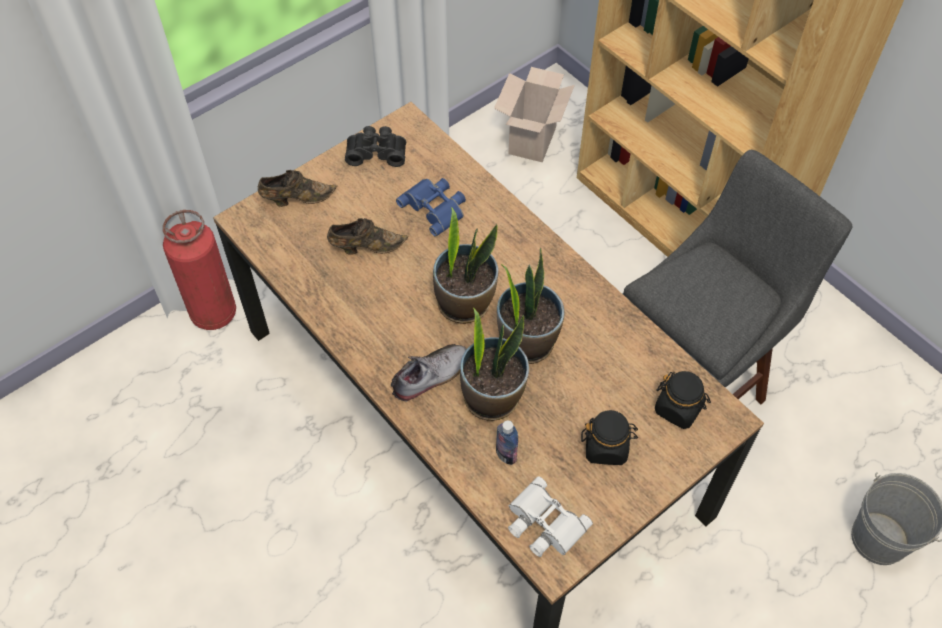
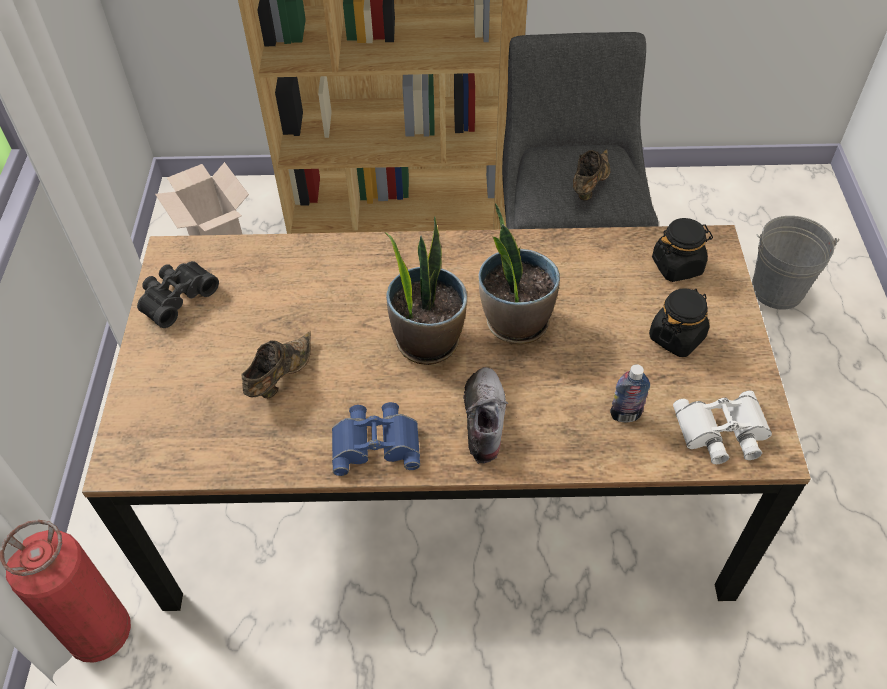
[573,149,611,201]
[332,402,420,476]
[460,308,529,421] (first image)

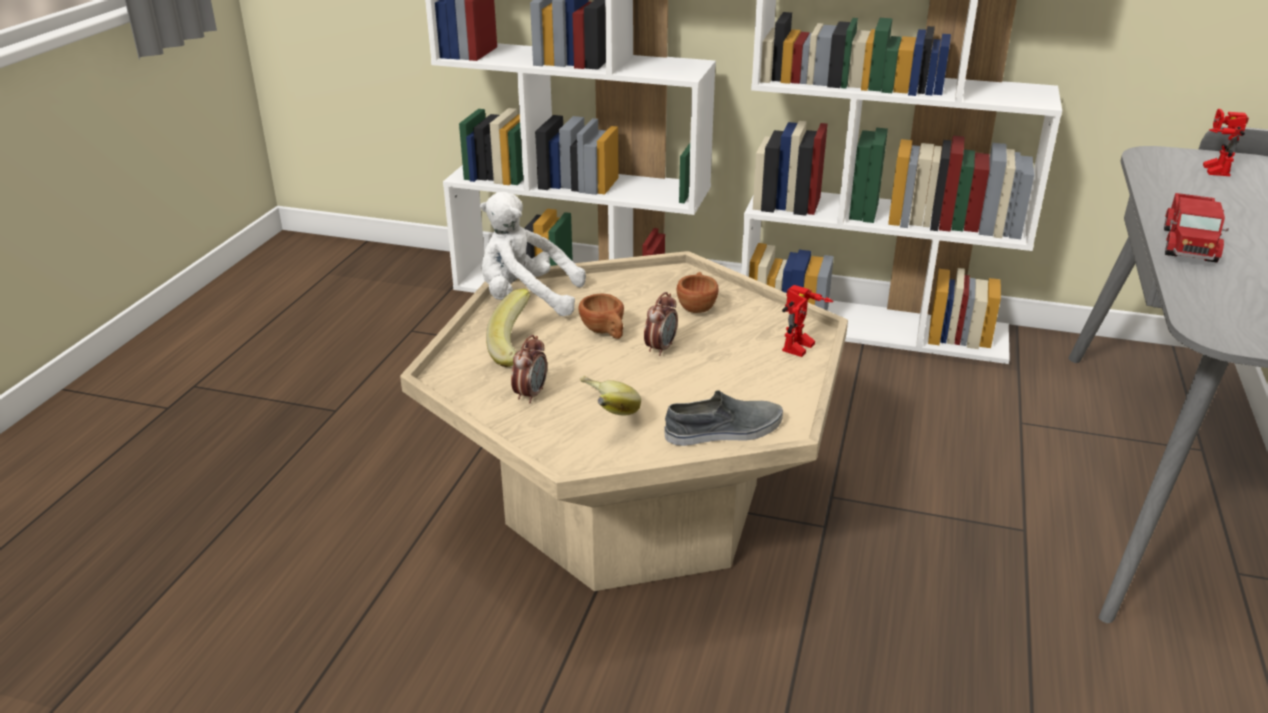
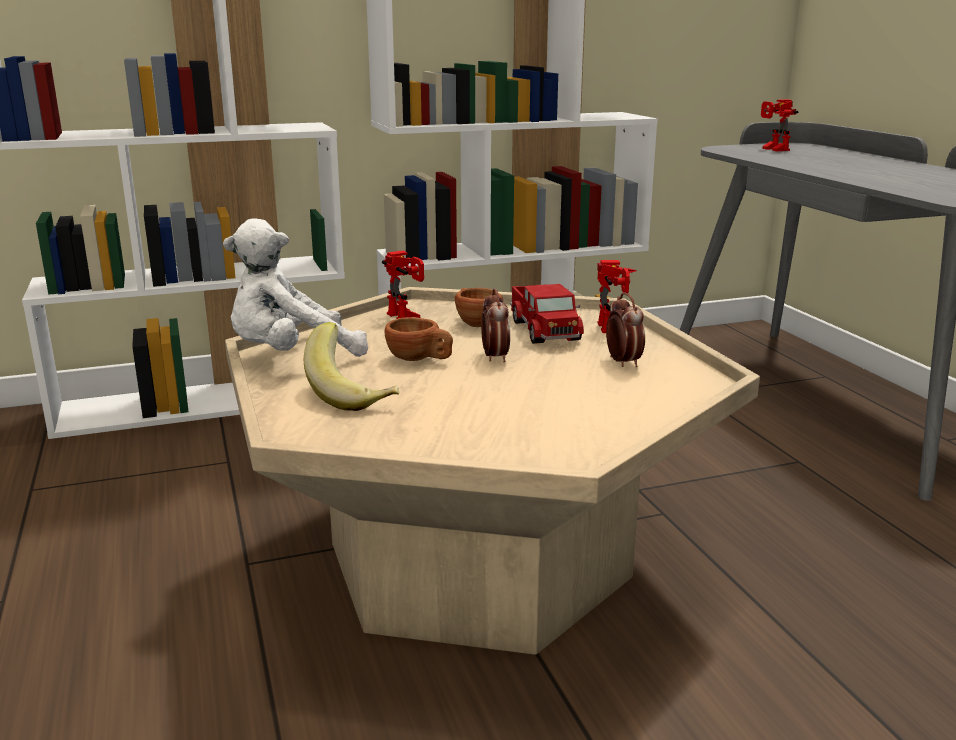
[510,284,584,344]
[606,293,645,367]
[580,376,641,415] (first image)
[665,390,783,446] (first image)
[382,250,424,319]

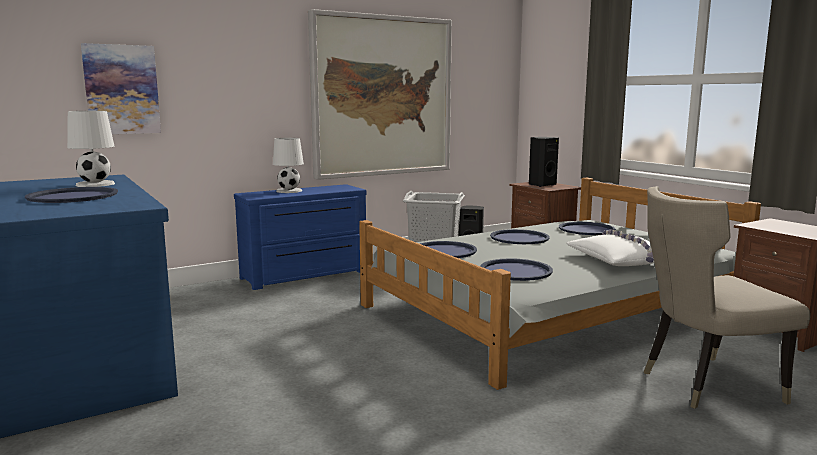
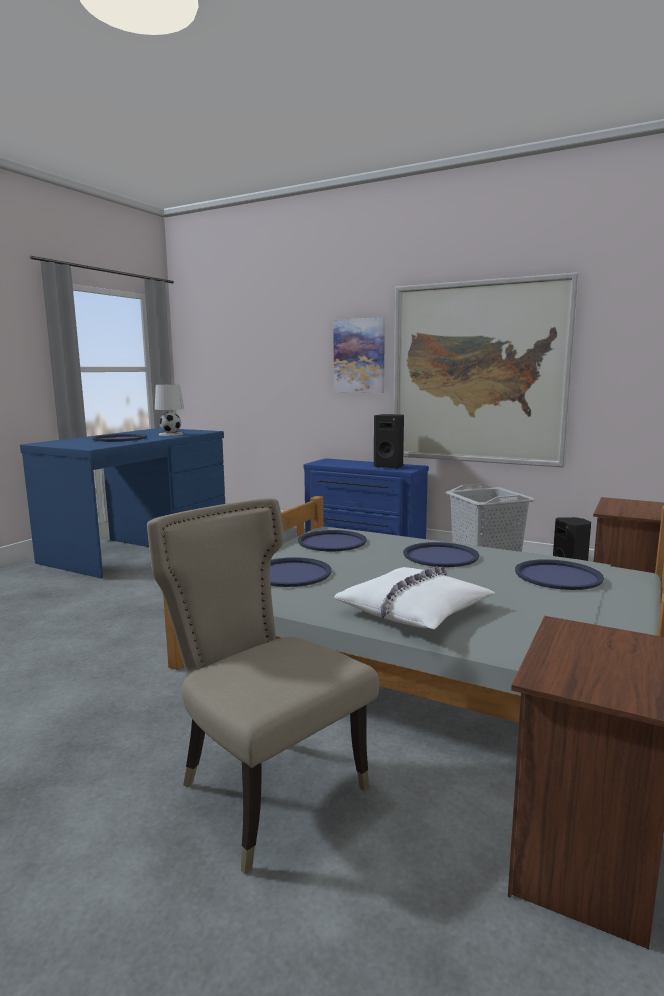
[333,317,385,393]
[374,414,404,469]
[273,138,304,193] (first image)

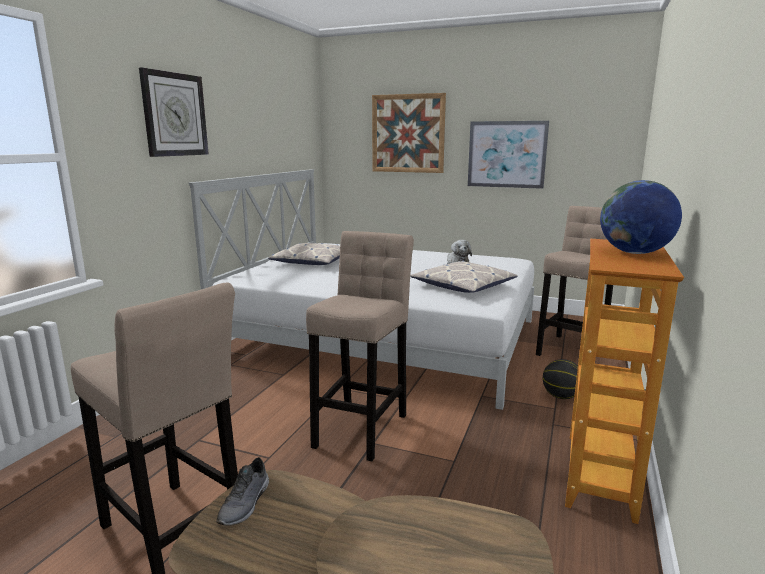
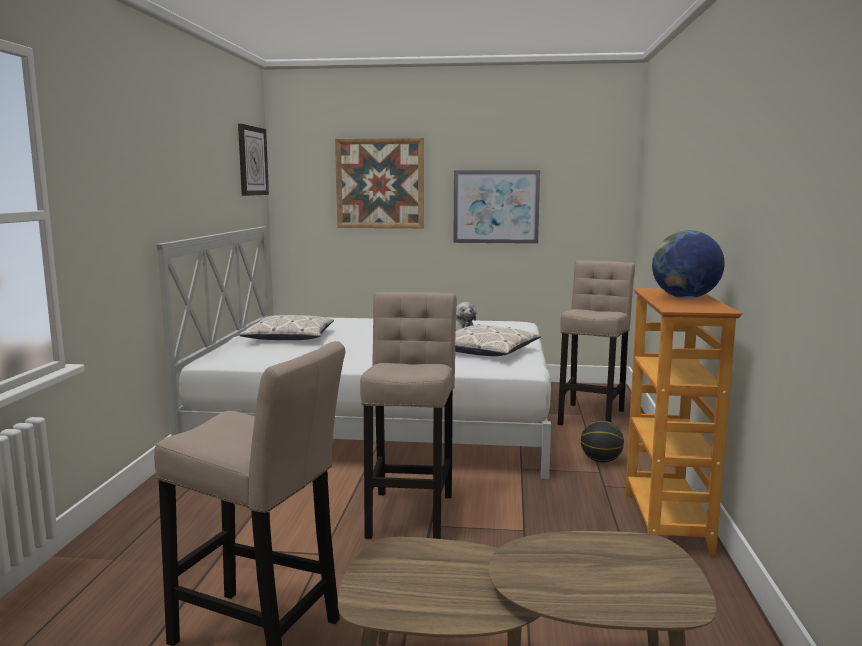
[238,124,269,196]
[216,457,269,526] (first image)

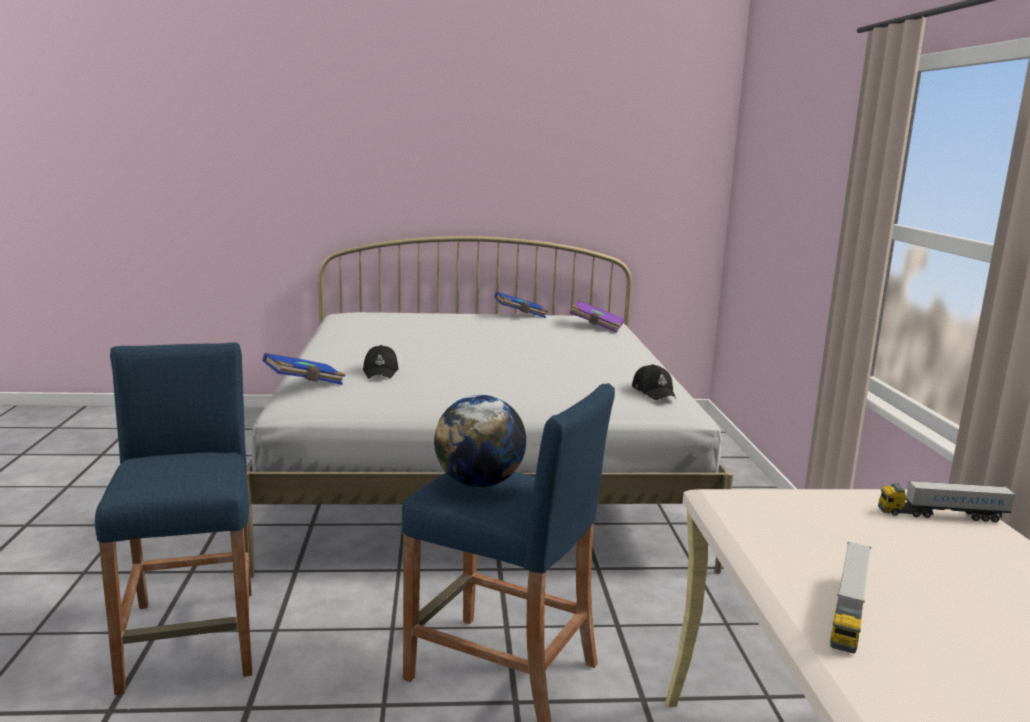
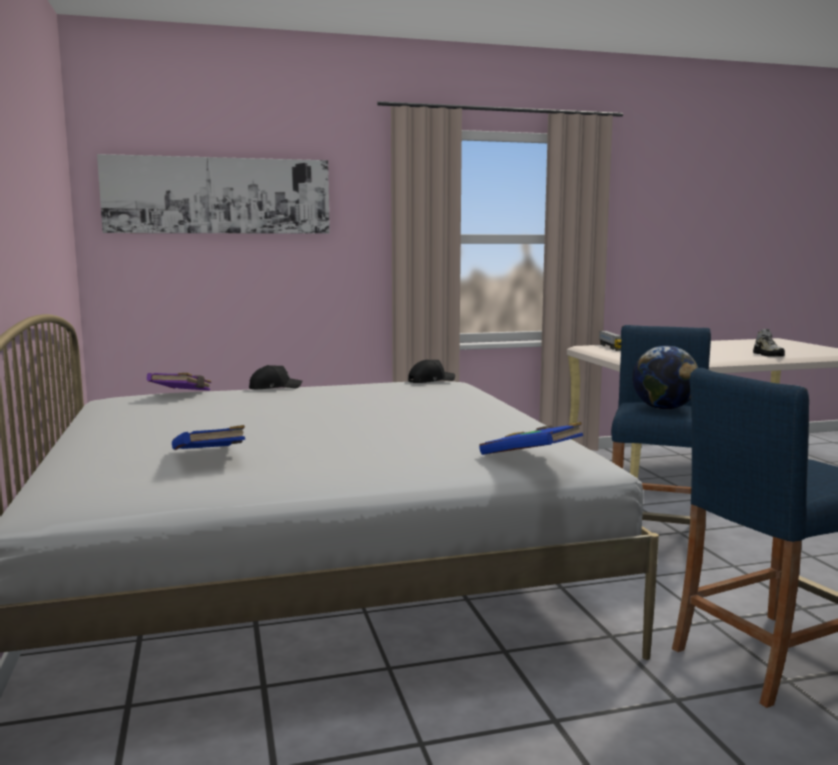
[172,425,245,450]
[249,365,302,389]
[830,541,872,654] (first image)
[97,154,330,234]
[753,329,785,357]

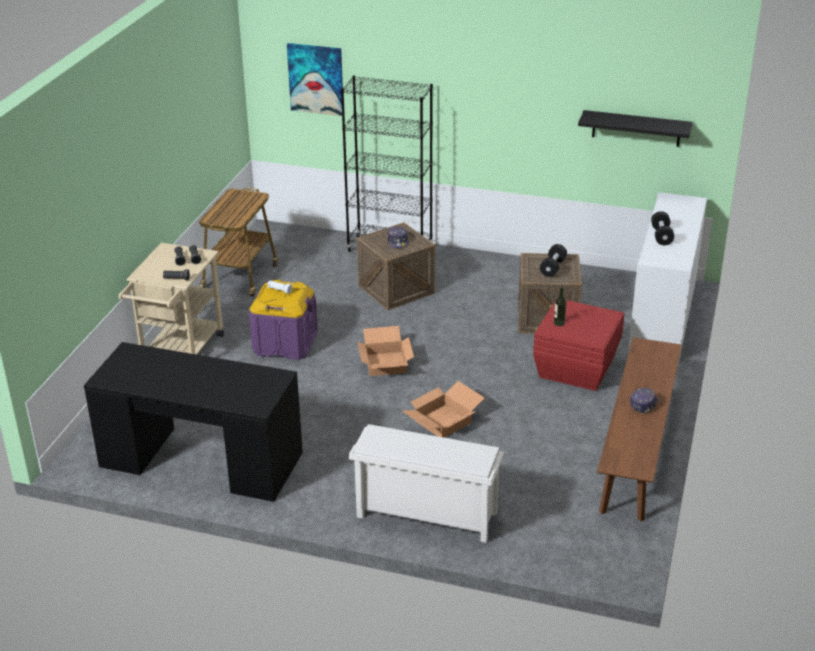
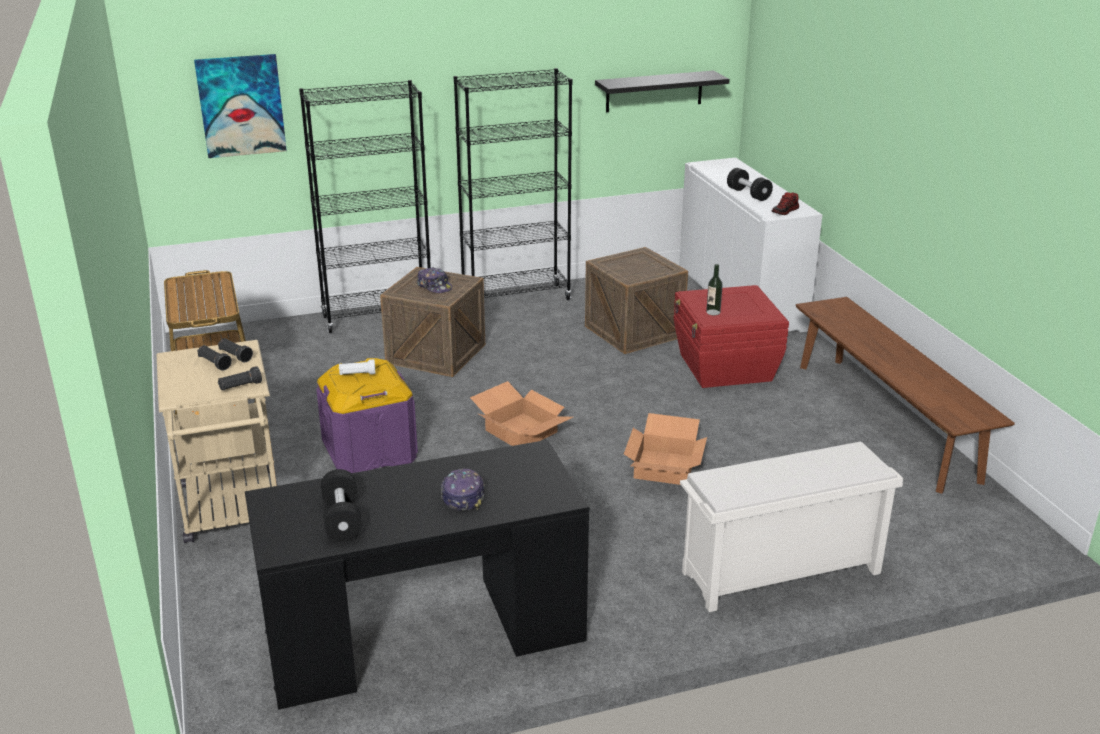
[321,469,362,541]
[441,468,485,511]
[454,68,572,300]
[772,192,799,215]

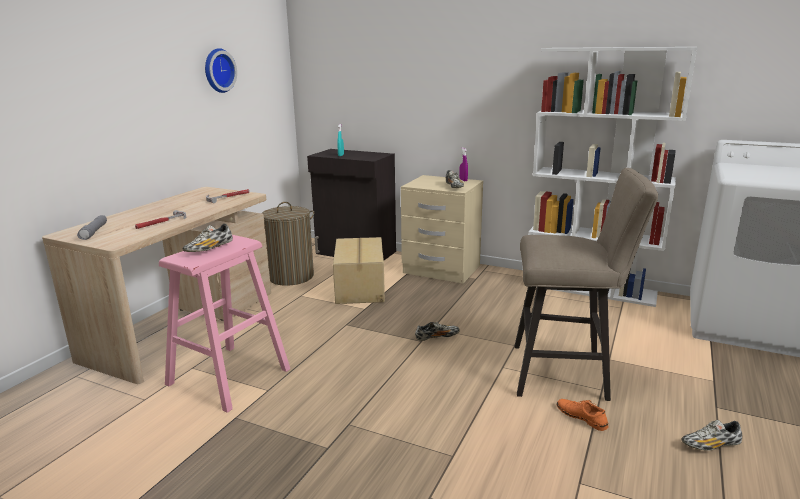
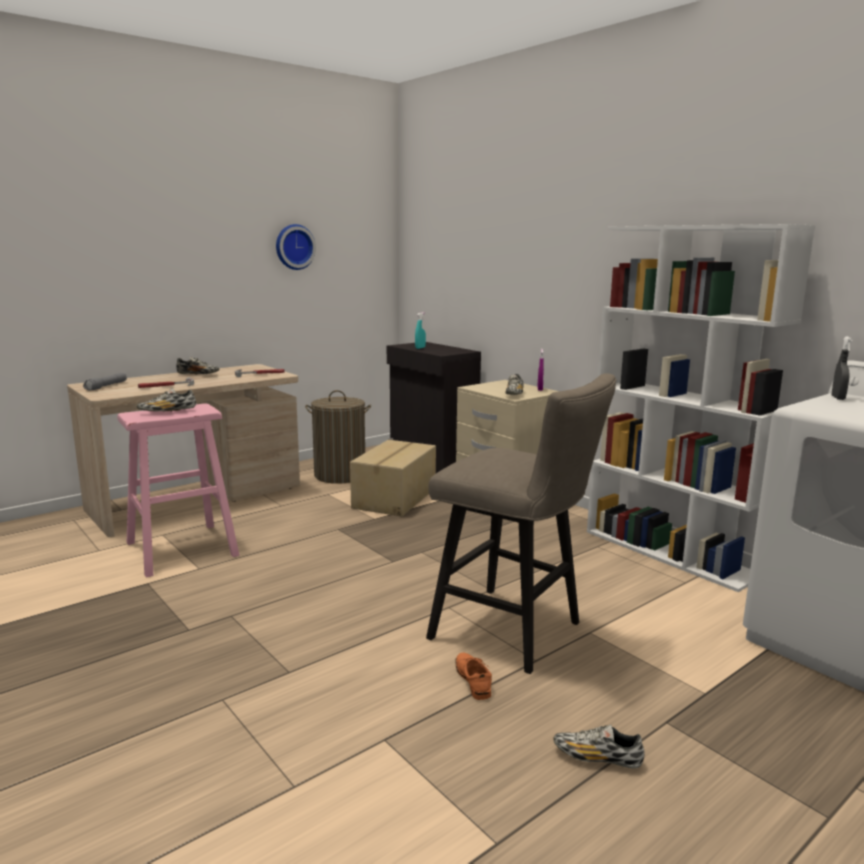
[176,357,219,375]
[832,337,853,400]

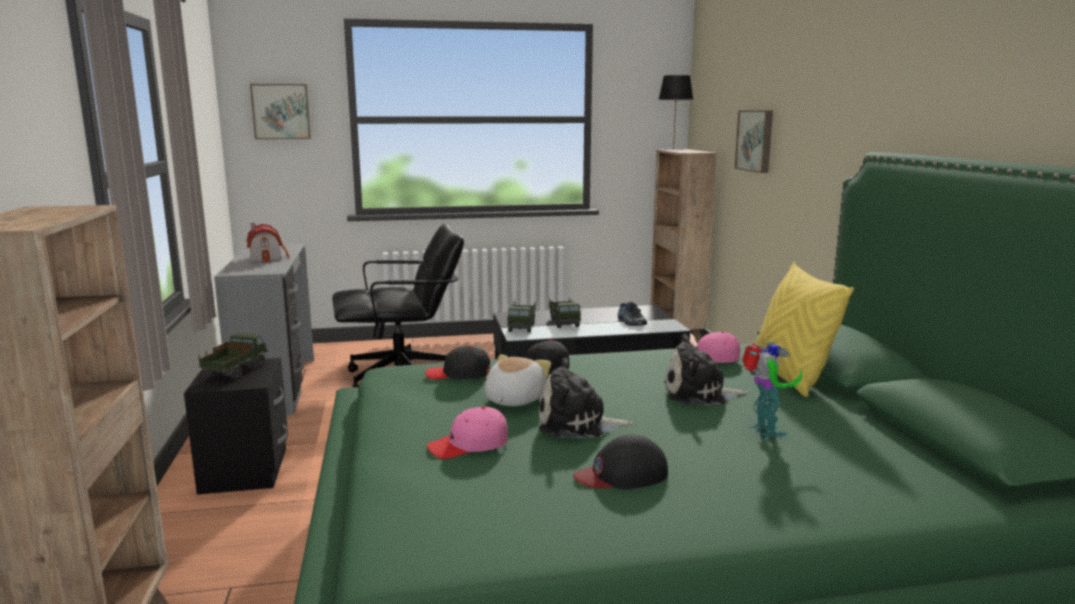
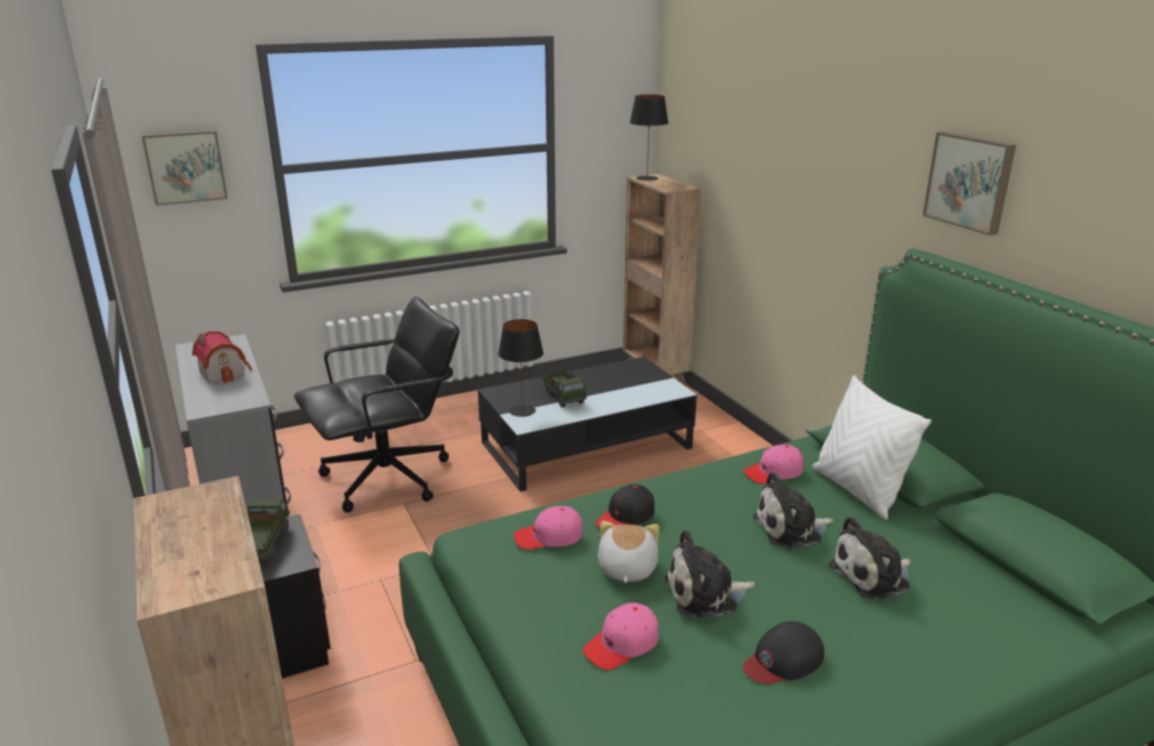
[923,132,1016,235]
[812,375,932,520]
[498,319,544,417]
[618,302,647,326] (first image)
[828,516,911,601]
[514,506,582,550]

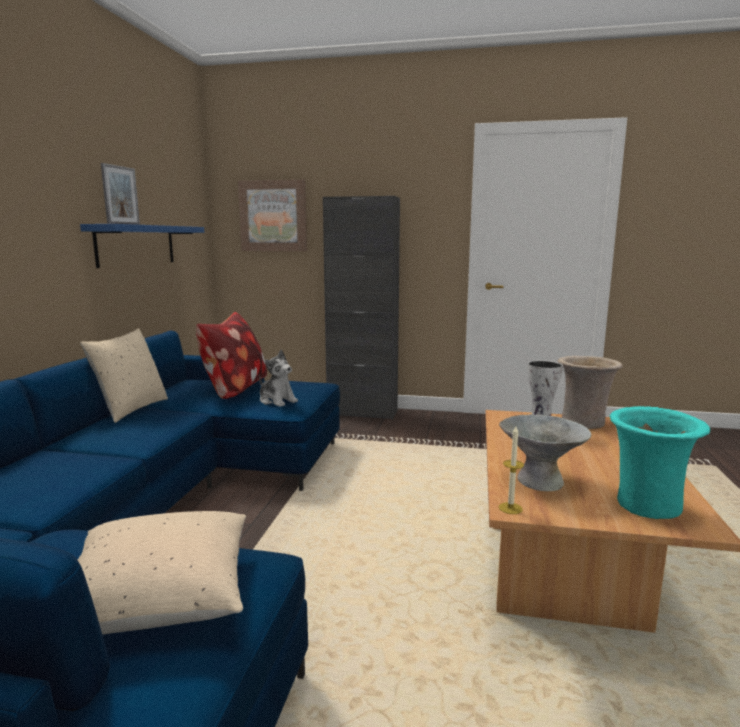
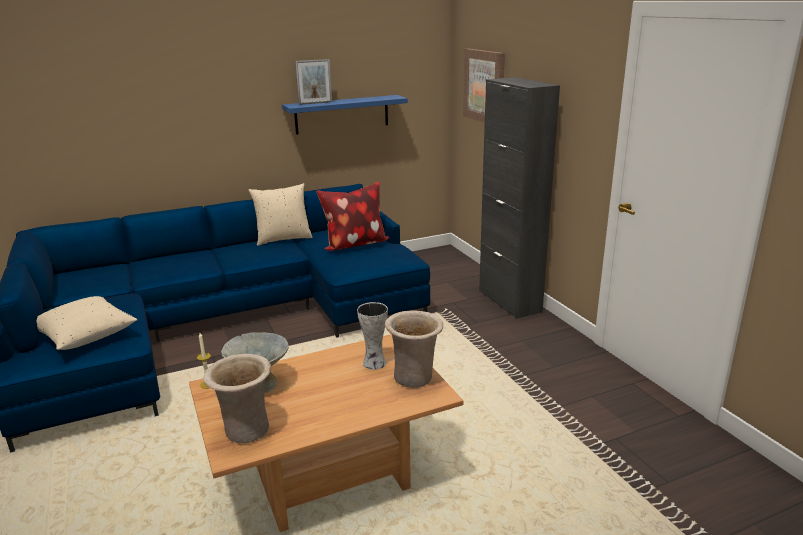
[259,350,298,407] (first image)
[203,354,271,443]

